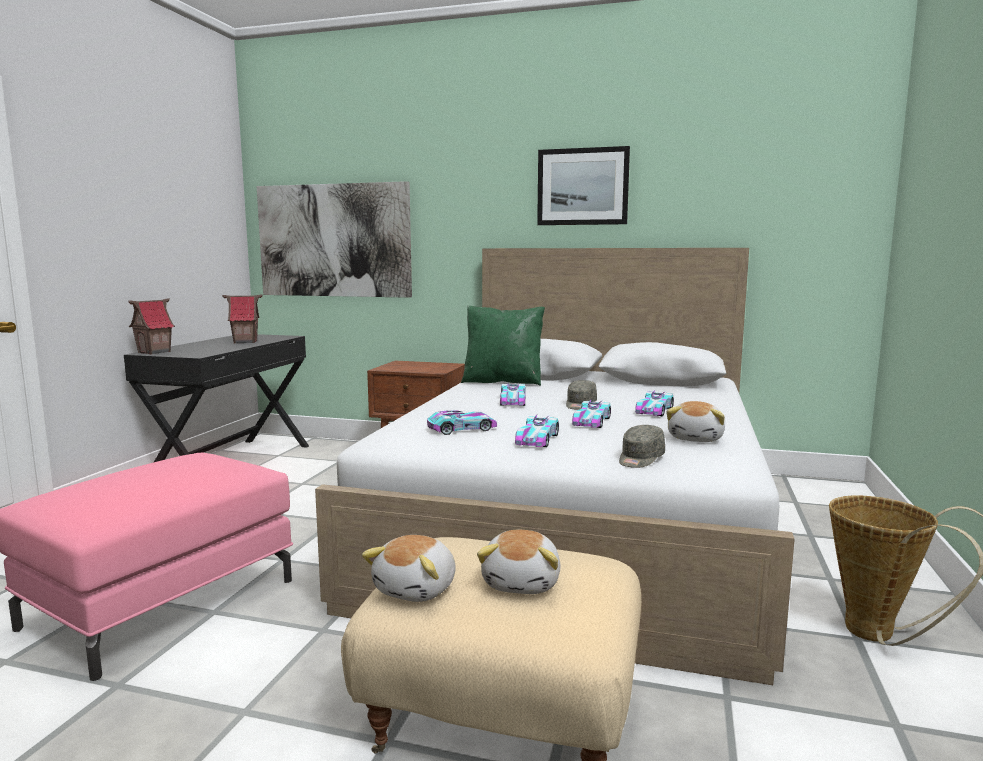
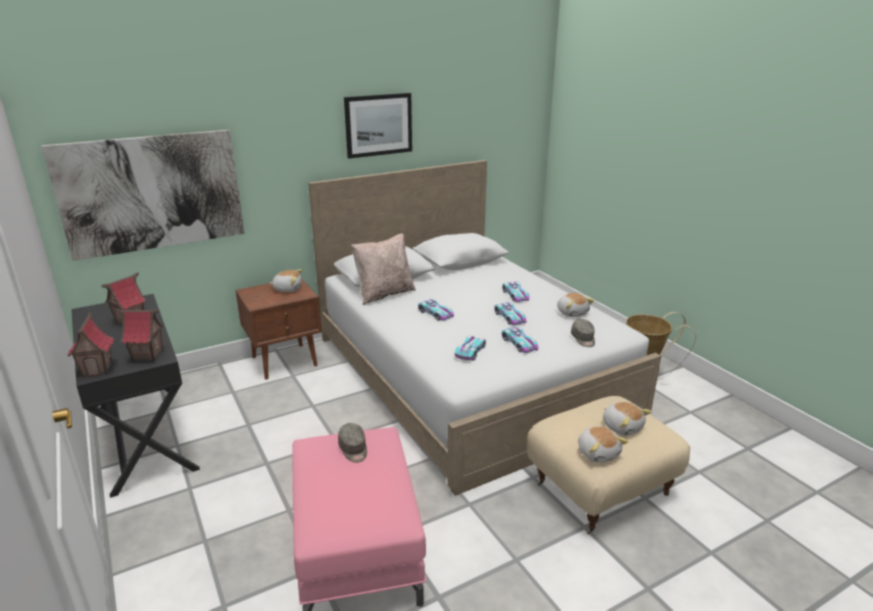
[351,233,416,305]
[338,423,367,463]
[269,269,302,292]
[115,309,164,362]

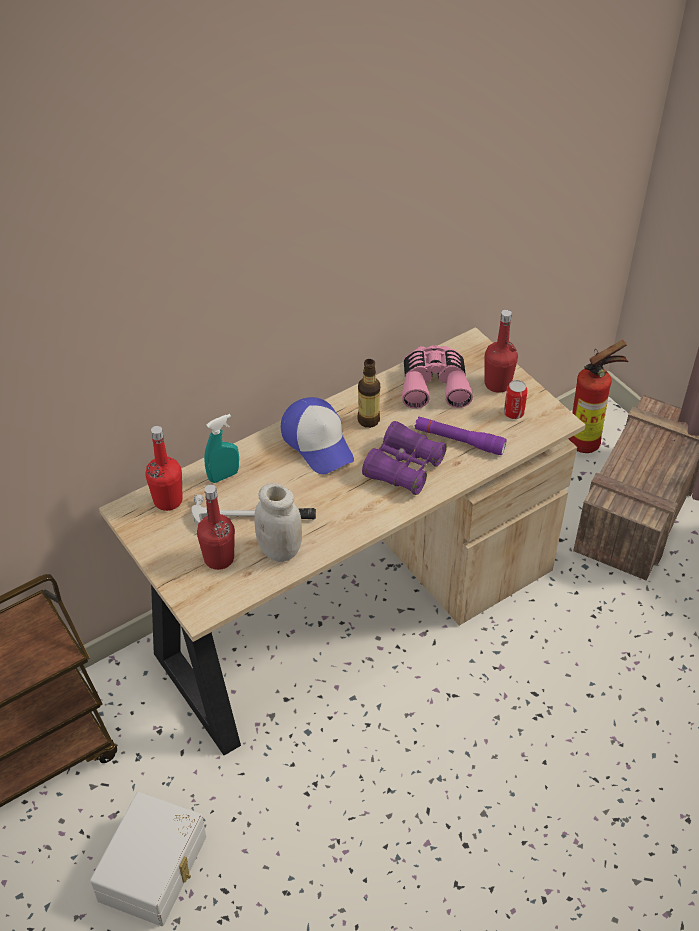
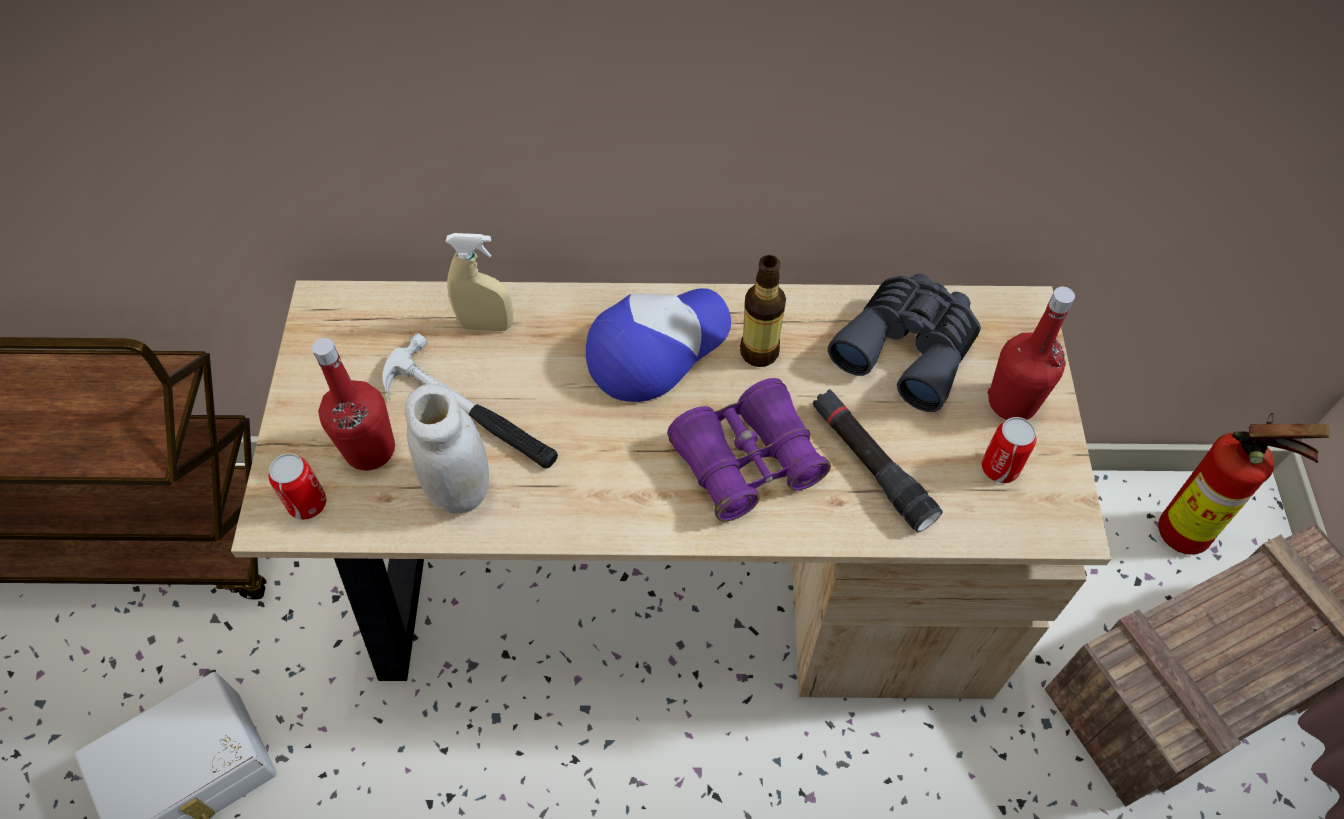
[828,274,981,412]
[586,288,731,402]
[446,233,513,331]
[813,389,942,532]
[145,426,183,511] (first image)
[269,453,326,520]

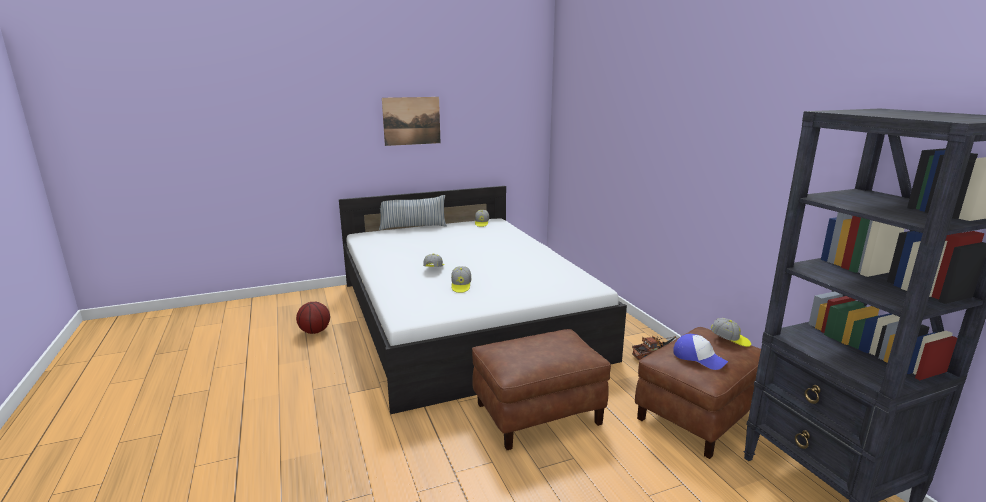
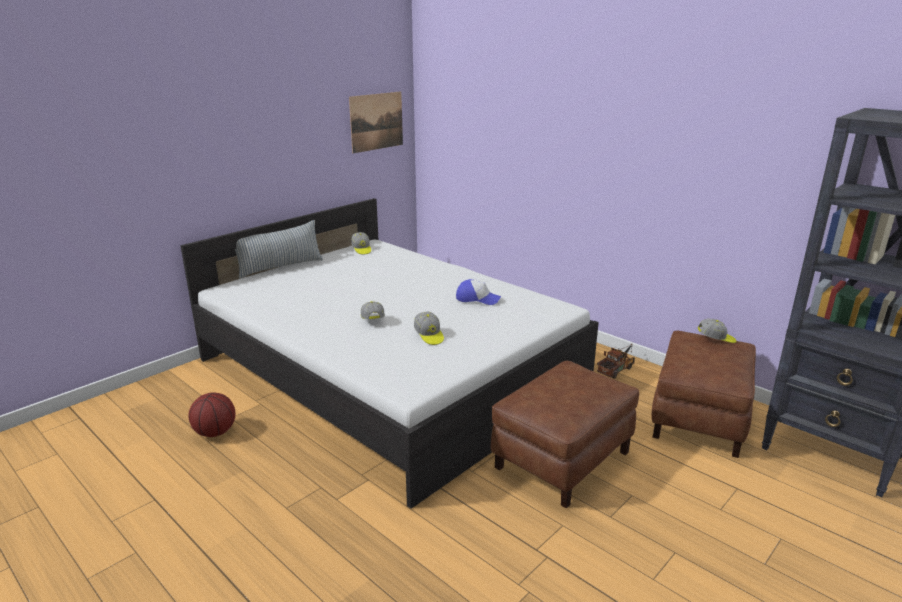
[349,91,403,153]
[456,279,501,305]

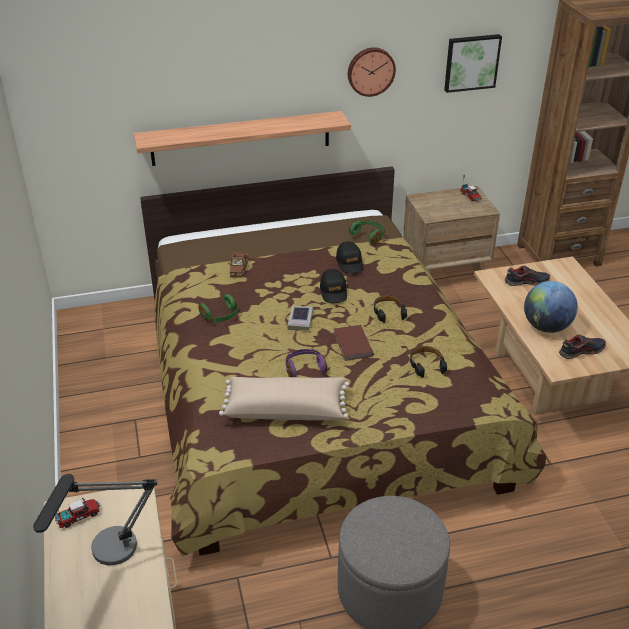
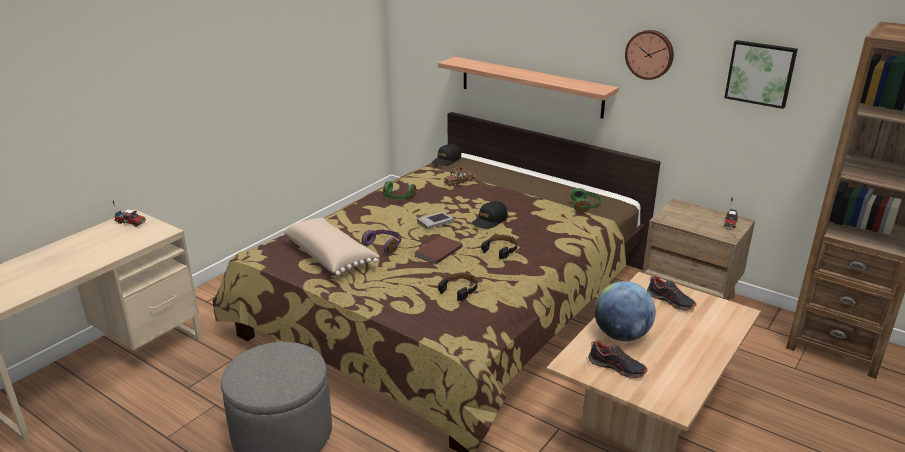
[432,144,461,166]
[33,474,157,565] (first image)

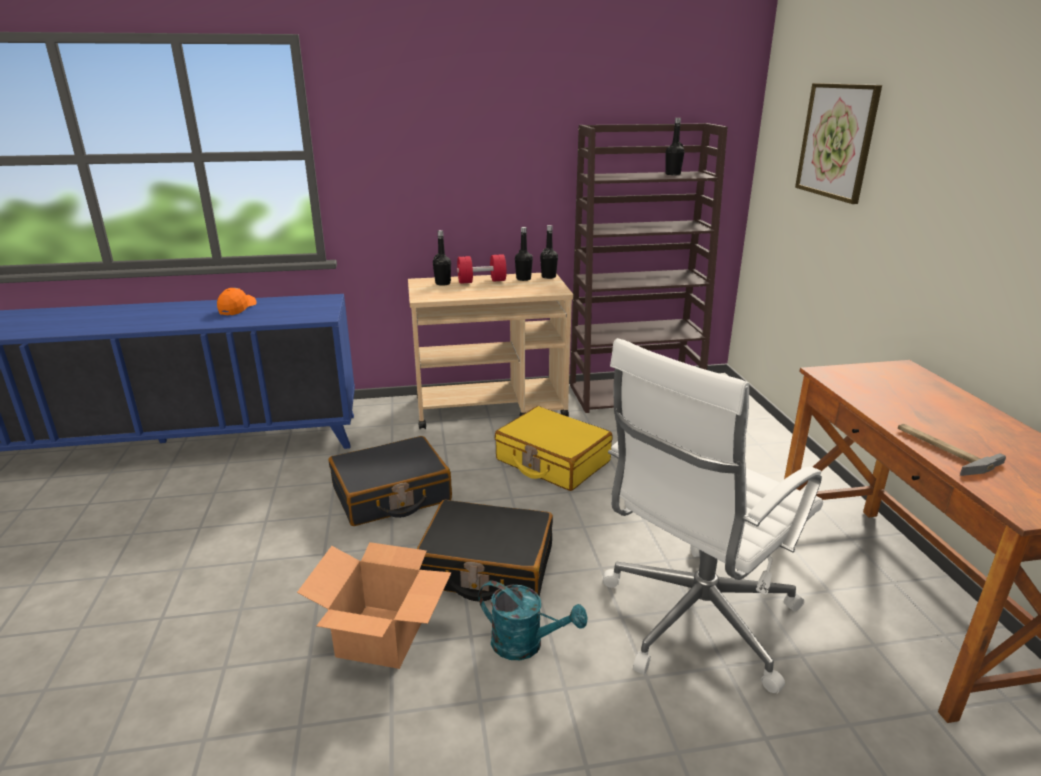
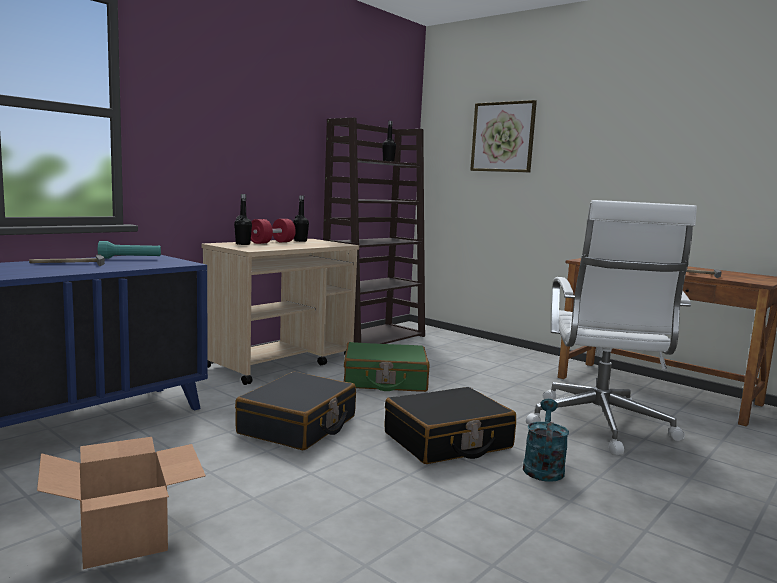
[540,225,558,279] (first image)
[29,255,105,266]
[344,342,430,392]
[37,437,206,569]
[523,399,569,482]
[98,241,161,259]

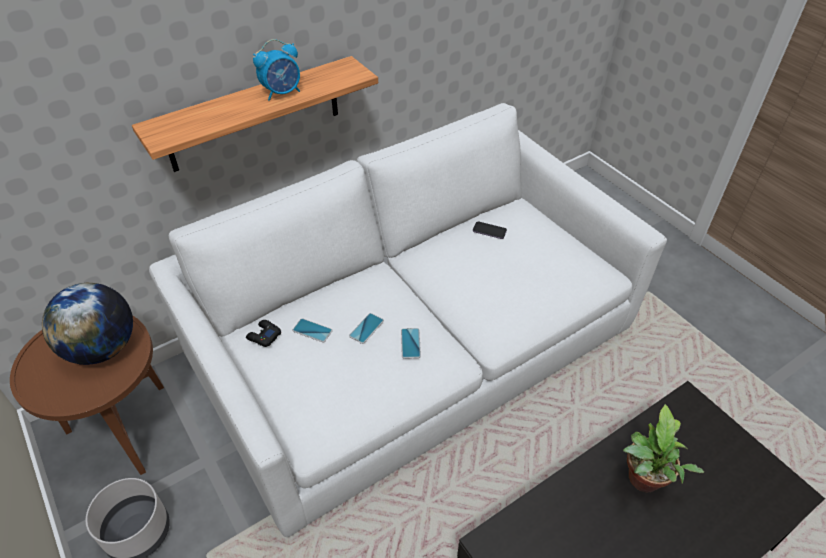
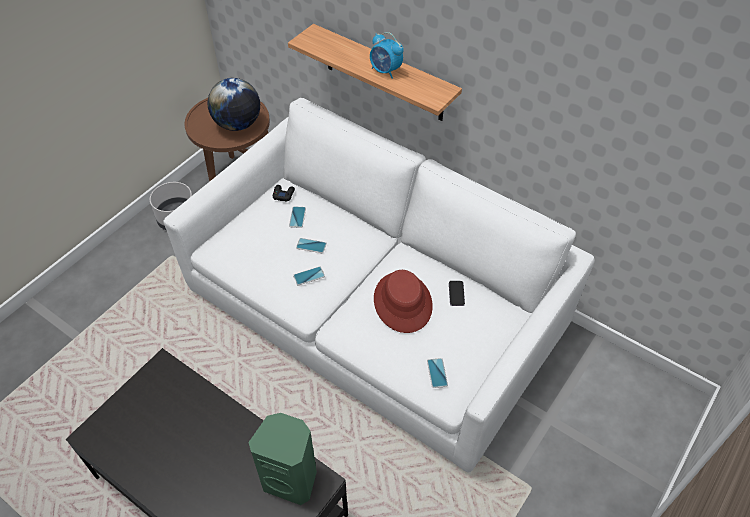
[623,404,704,492] (first image)
[374,270,433,333]
[427,358,448,388]
[248,413,317,505]

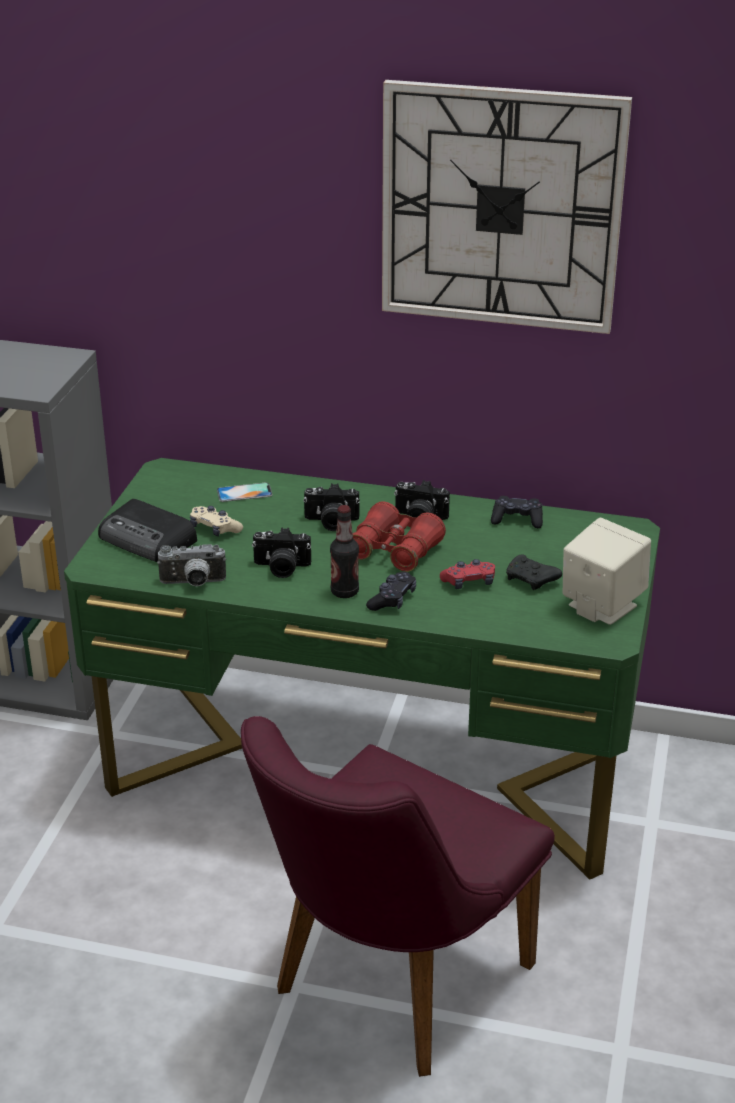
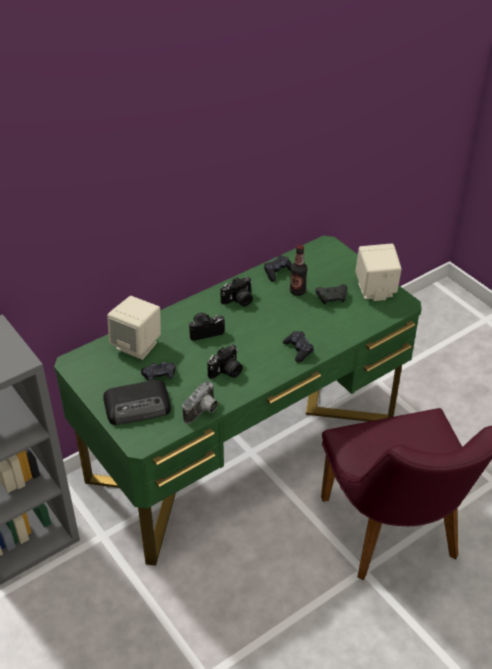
[382,80,632,334] (first image)
[107,296,161,360]
[188,313,225,341]
[353,501,446,572] (first image)
[290,245,307,296]
[141,362,176,381]
[440,559,495,589] (first image)

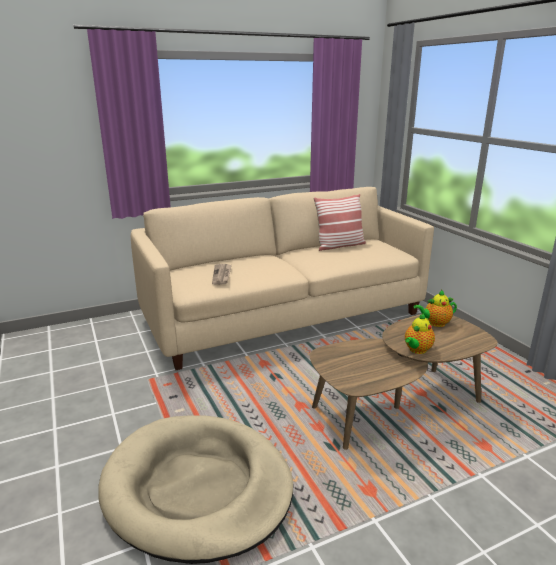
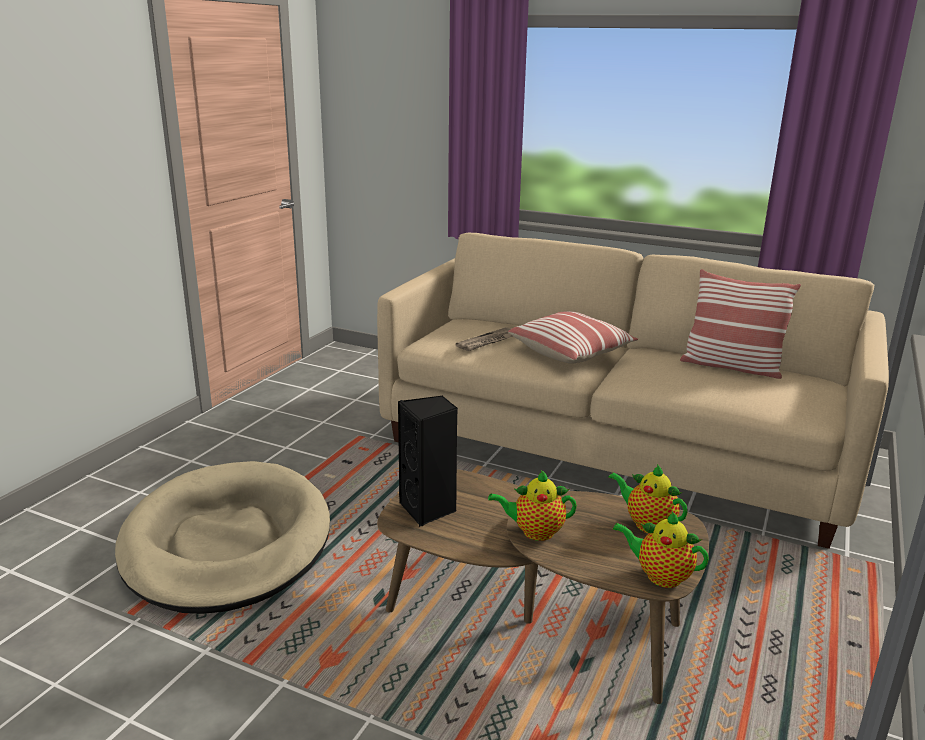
[508,311,638,364]
[398,396,458,527]
[613,511,709,588]

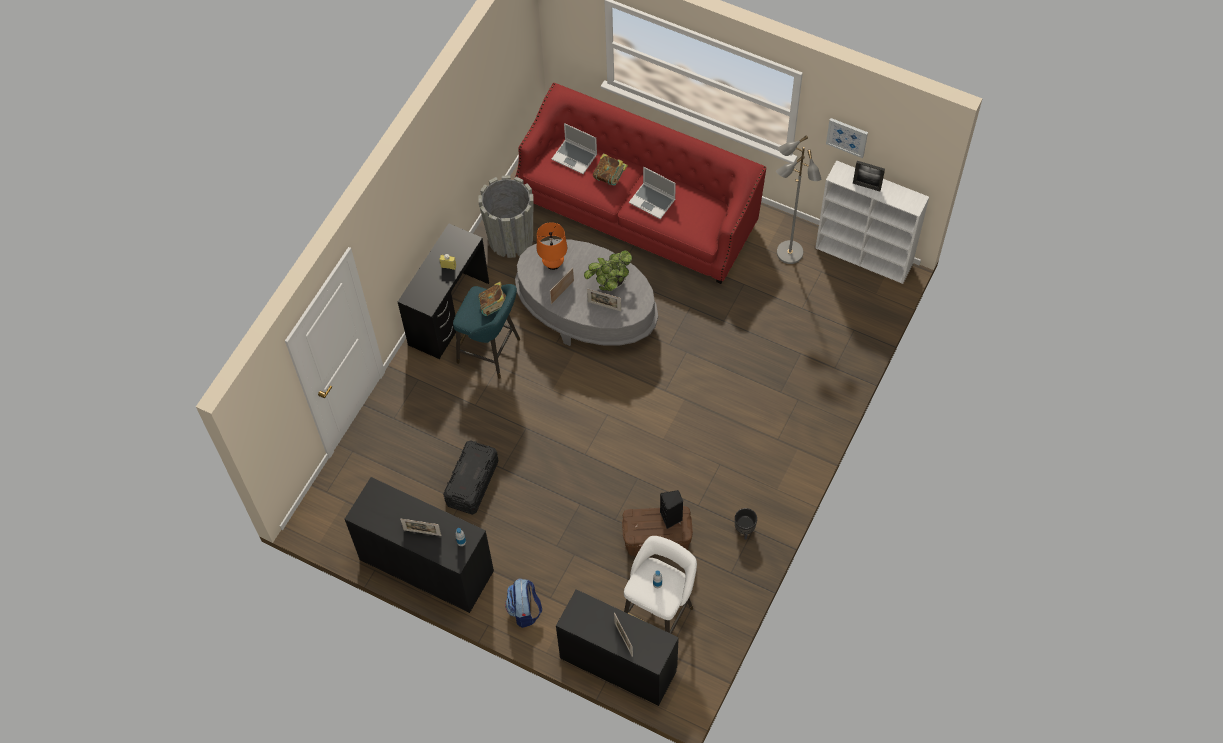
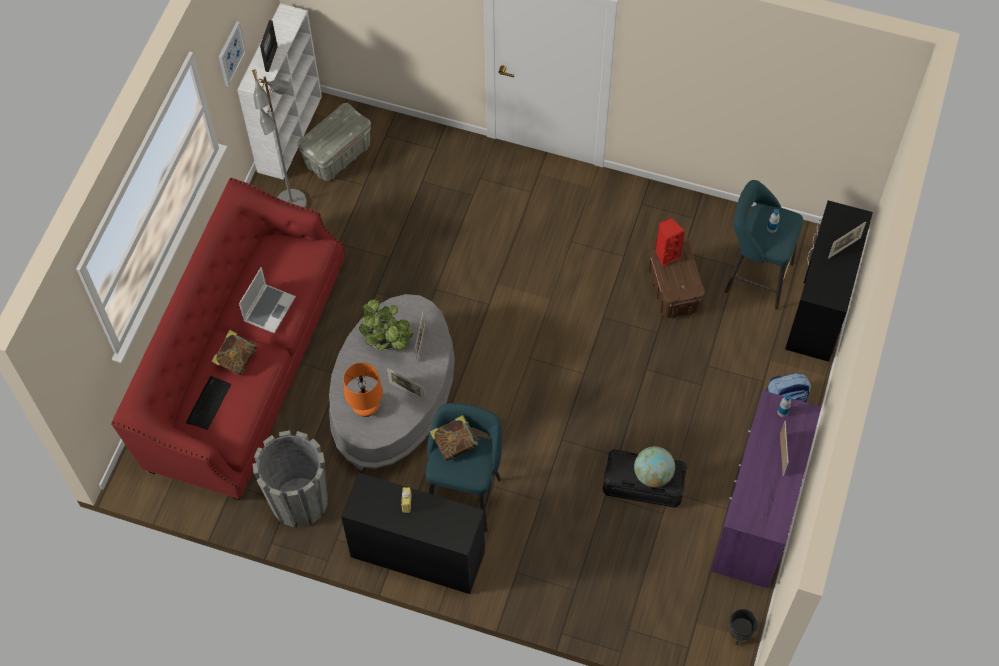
[186,376,231,430]
[711,390,821,588]
[655,218,685,266]
[729,609,758,645]
[725,180,803,310]
[298,103,371,181]
[634,446,675,487]

